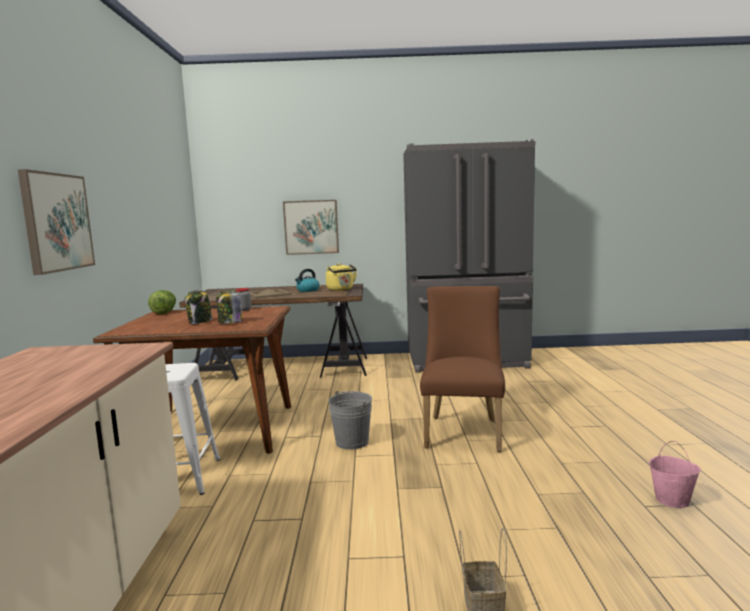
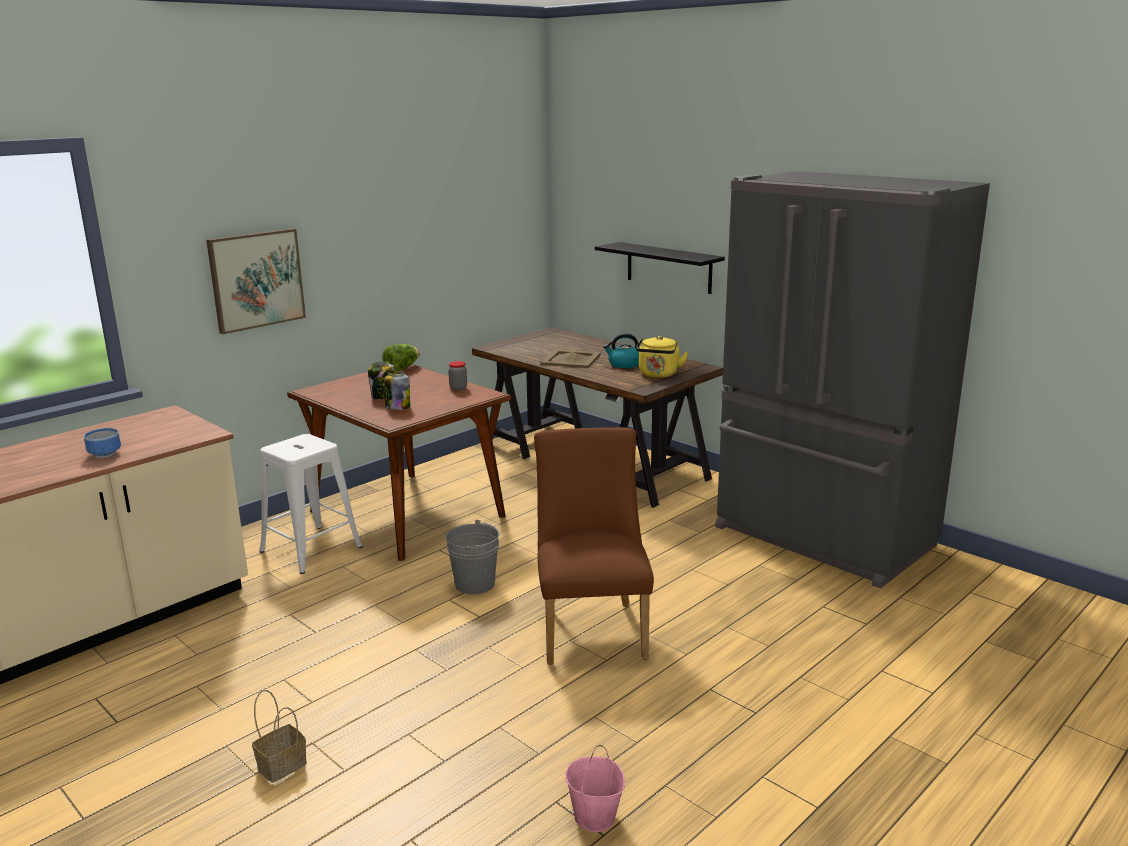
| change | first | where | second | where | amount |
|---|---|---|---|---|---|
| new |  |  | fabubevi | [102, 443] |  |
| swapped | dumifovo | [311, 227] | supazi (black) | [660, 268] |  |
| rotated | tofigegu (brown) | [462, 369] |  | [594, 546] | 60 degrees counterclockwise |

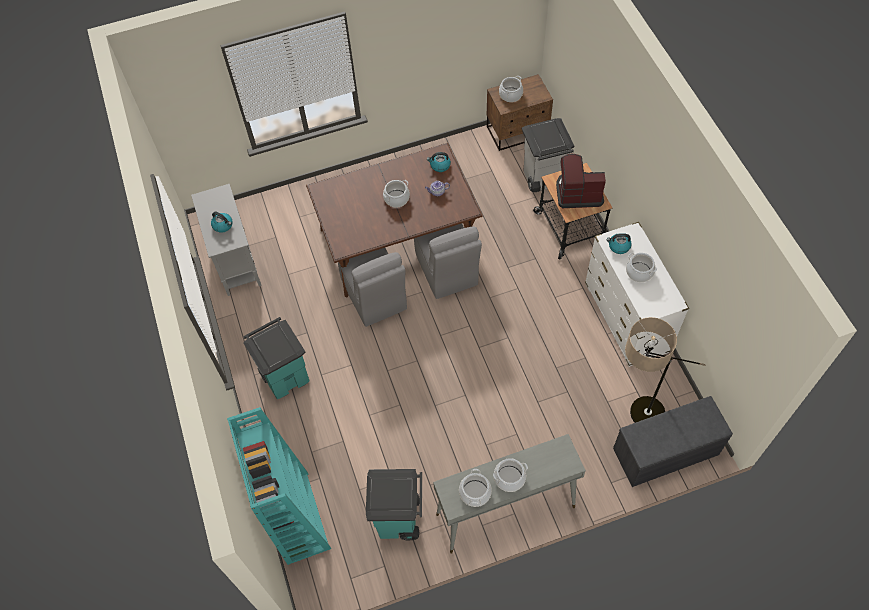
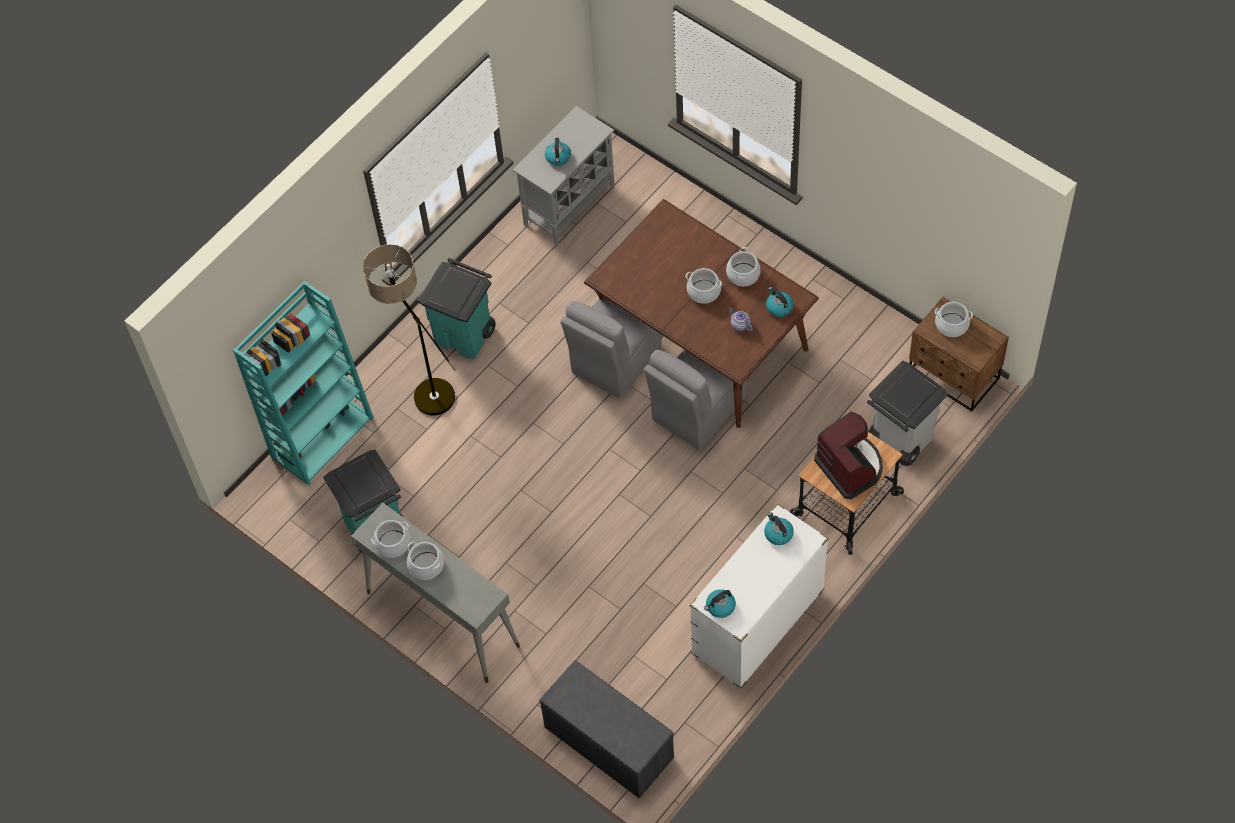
| change | first | where | second | where | amount |
|---|---|---|---|---|---|
| new |  |  | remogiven | [720, 603] |  |
| shifted | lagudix | [665, 370] |  | [409, 329] |  |
| shifted | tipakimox | [641, 267] |  | [743, 266] |  |

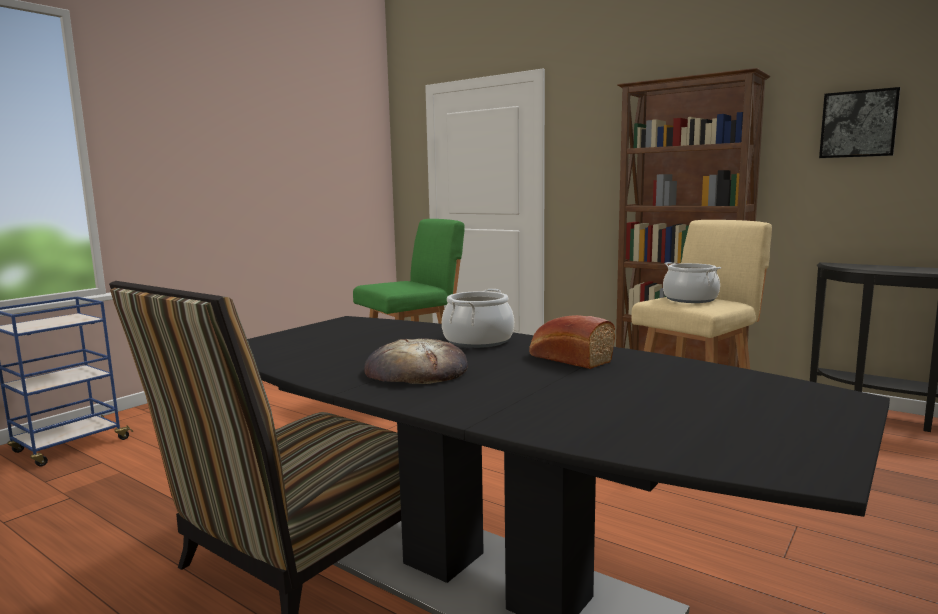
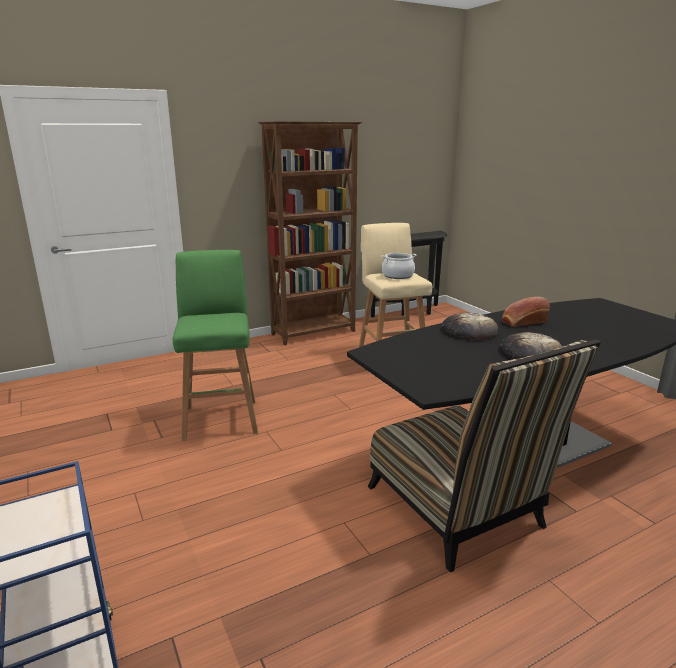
| change | first | where | second | where | amount |
|---|---|---|---|---|---|
| gone | dumifovo | [860, 122] |  |  |  |
| swapped | tipakimox | [478, 318] | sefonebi | [470, 326] |  |

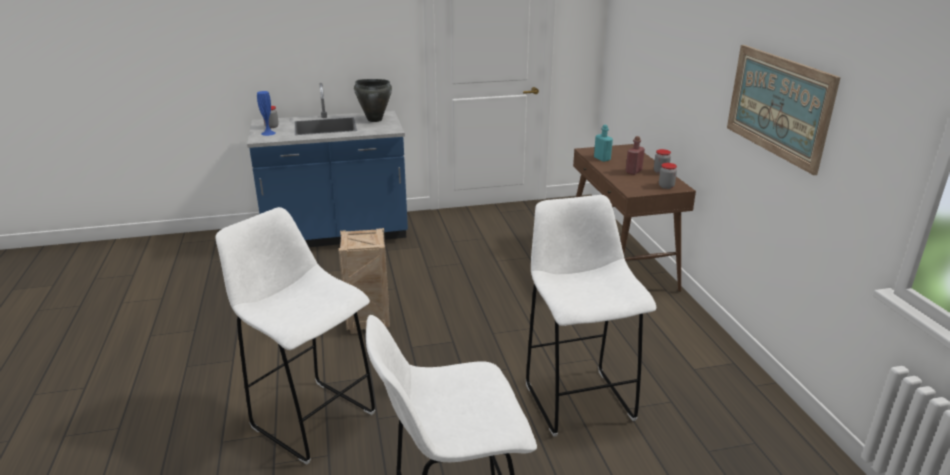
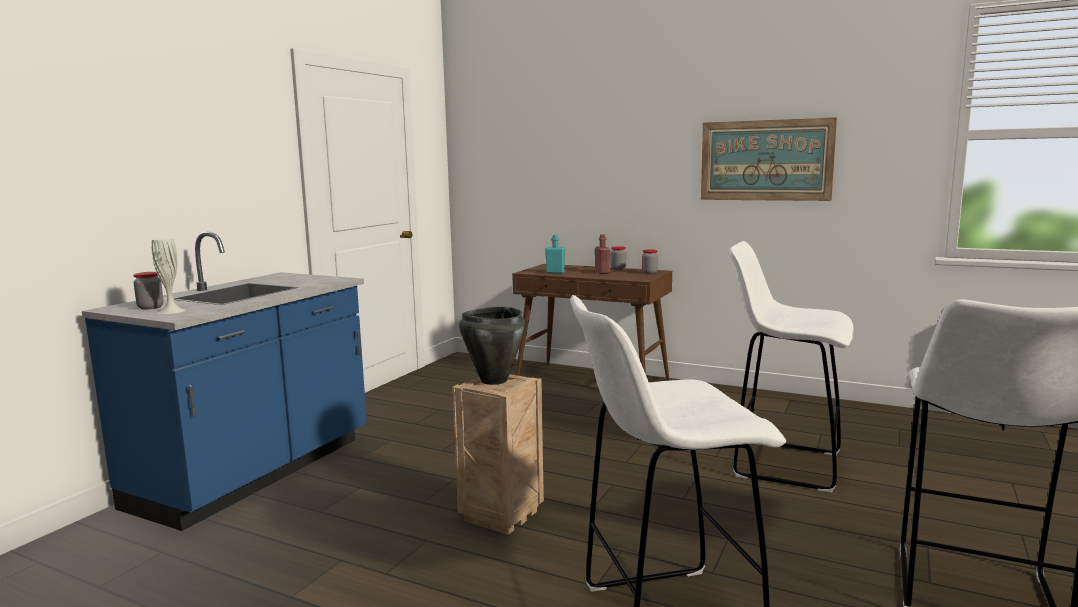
| change | first | where | second | where | amount |
|---|---|---|---|---|---|
| shifted | tipakimox (black) | [373, 100] |  | [492, 346] |  |
| repainted | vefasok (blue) | [266, 113] | vefasok (white) | [168, 276] |  |

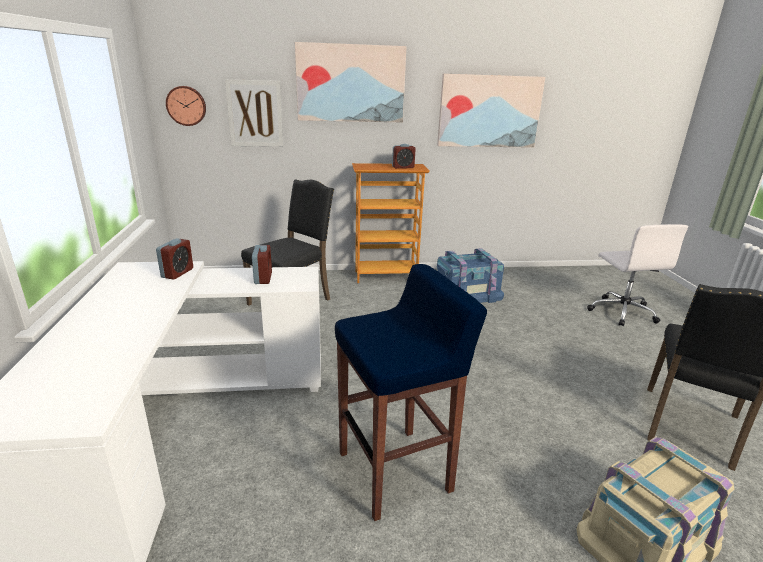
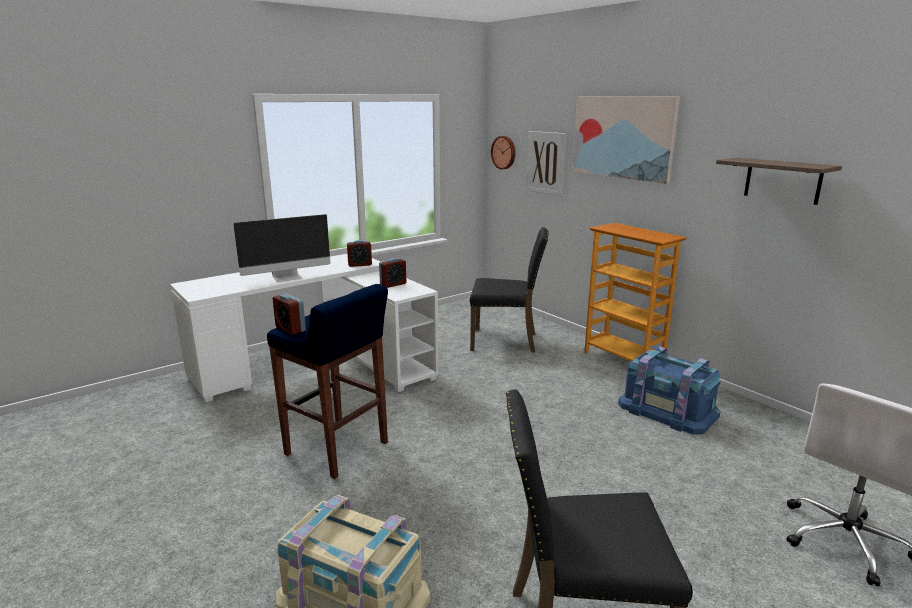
| change | first | where | second | where | amount |
|---|---|---|---|---|---|
| new |  |  | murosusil | [281, 248] |  |
| shifted | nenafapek | [404, 156] |  | [289, 314] |  |
| swapped | dumifovo | [491, 111] | supazi | [779, 181] |  |

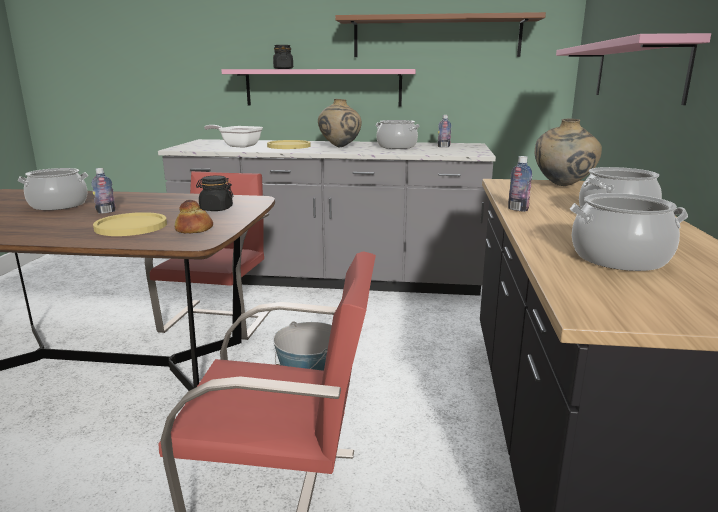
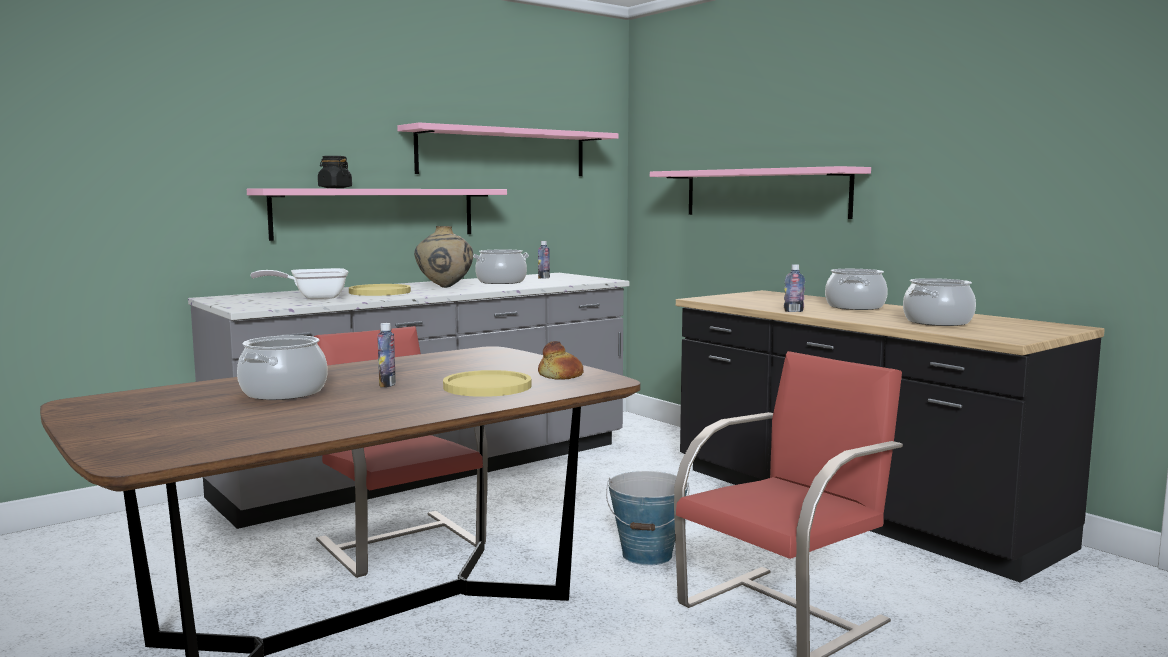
| change | first | where | second | where | amount |
|---|---|---|---|---|---|
| gone | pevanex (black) | [215, 193] |  |  |  |
| gone | vefasok (beige) | [568, 152] |  |  |  |
| repainted | supazi (brown) | [440, 34] | supazi (pink) | [508, 149] |  |

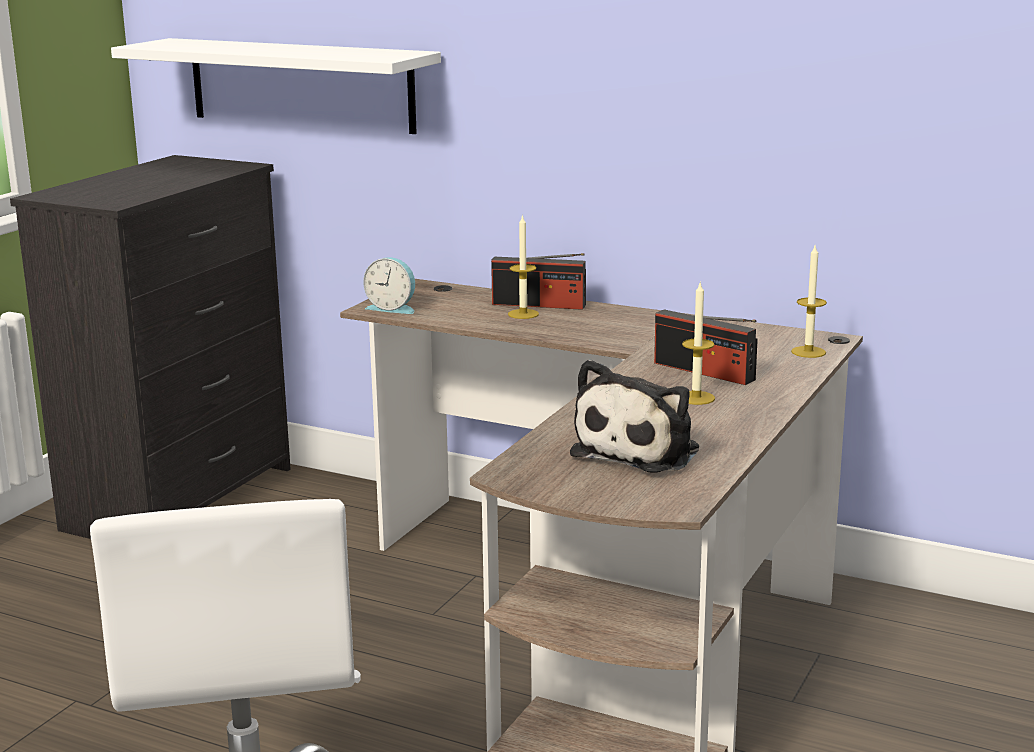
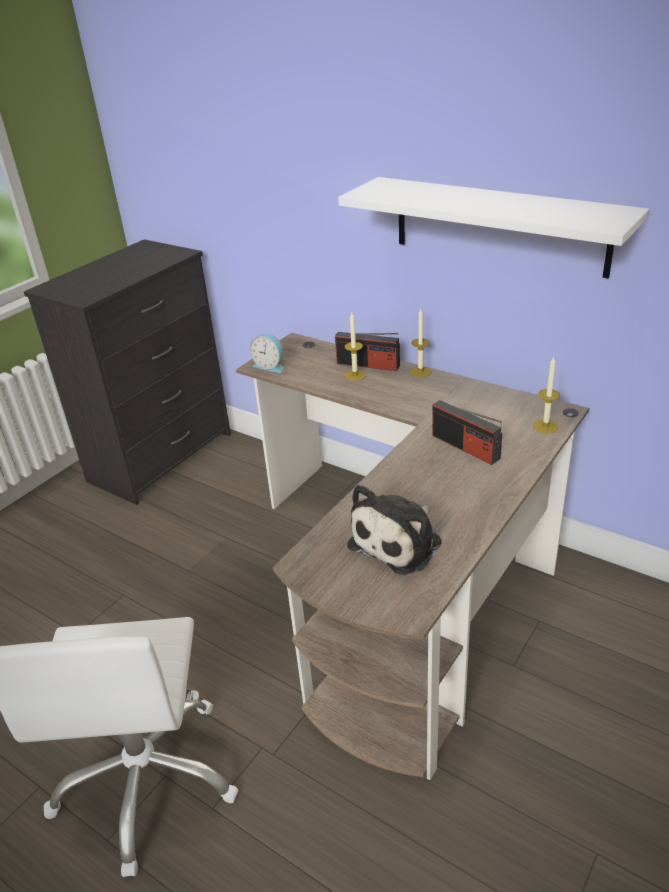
| change | first | where | second | where | amount |
|---|---|---|---|---|---|
| shifted | supazi (white) | [276, 86] |  | [494, 228] |  |
| shifted | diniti | [698, 344] |  | [420, 343] |  |

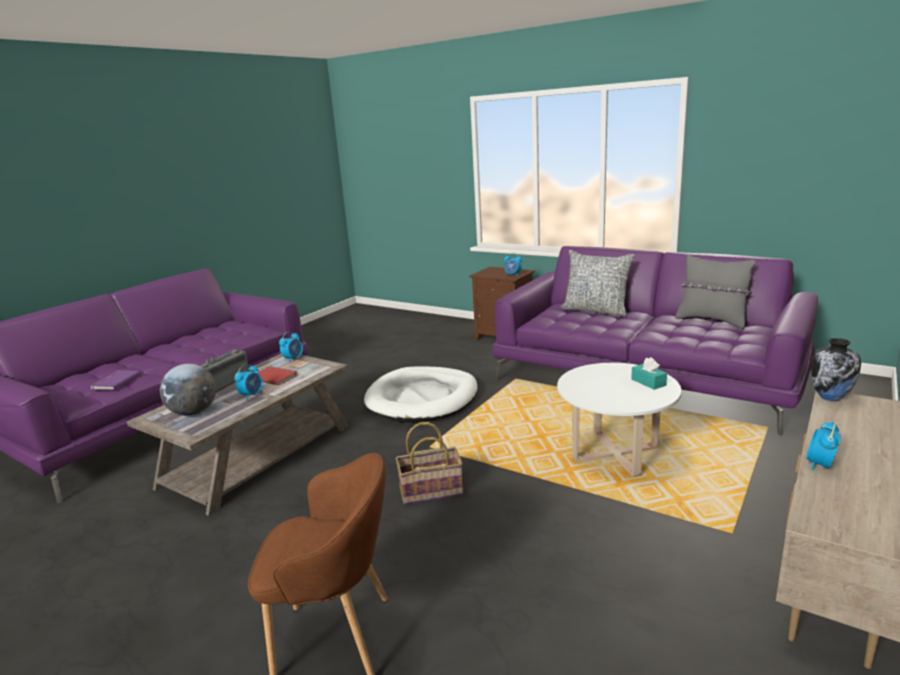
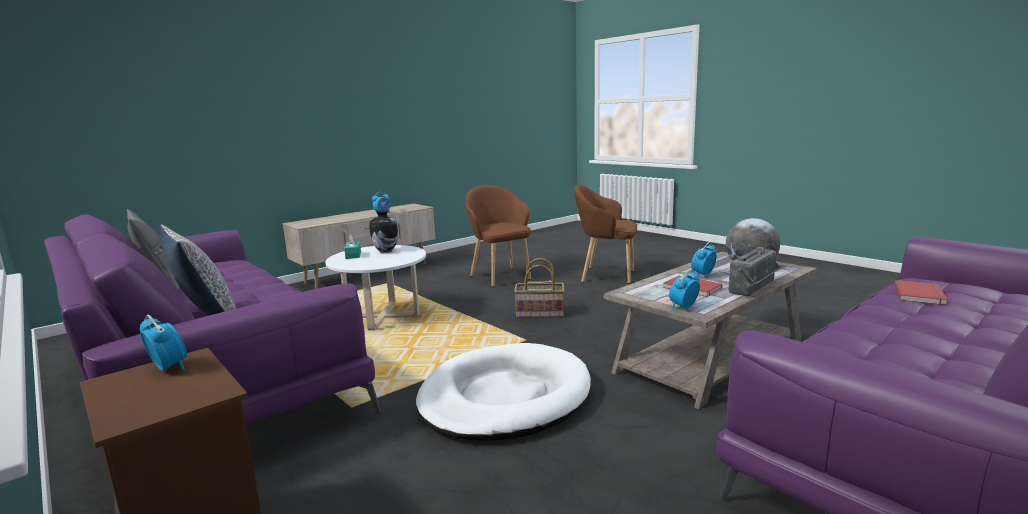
| change | first | where | second | where | amount |
|---|---|---|---|---|---|
| new |  |  | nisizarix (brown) | [498, 236] |  |
| shifted | vefasok | [836, 369] |  | [383, 231] |  |
| repainted | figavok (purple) | [115, 380] | figavok (red) | [921, 292] |  |

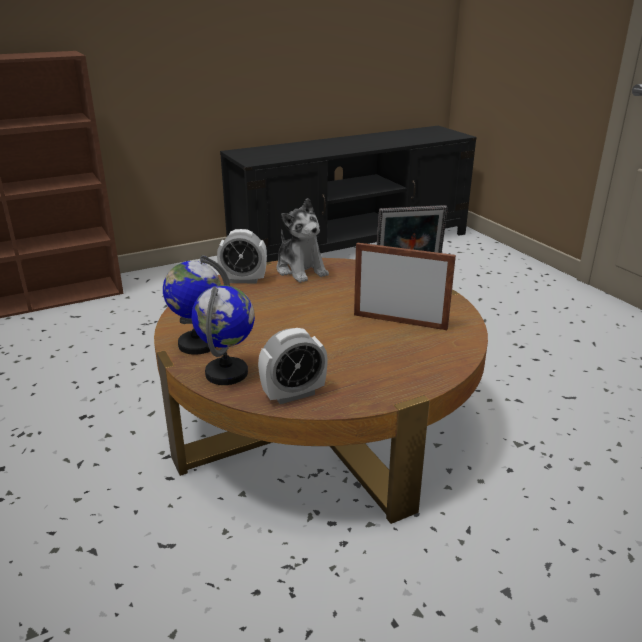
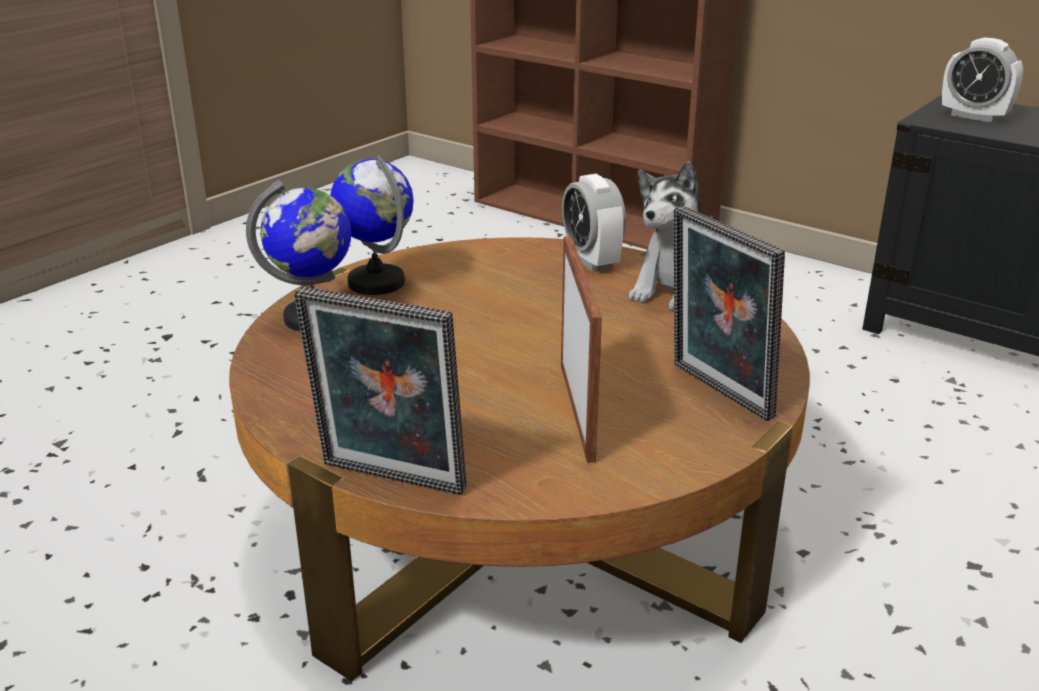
| change | first | where | second | where | amount |
|---|---|---|---|---|---|
| new |  |  | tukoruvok | [380, 391] |  |
| shifted | nenafapek | [293, 366] |  | [982, 80] |  |

